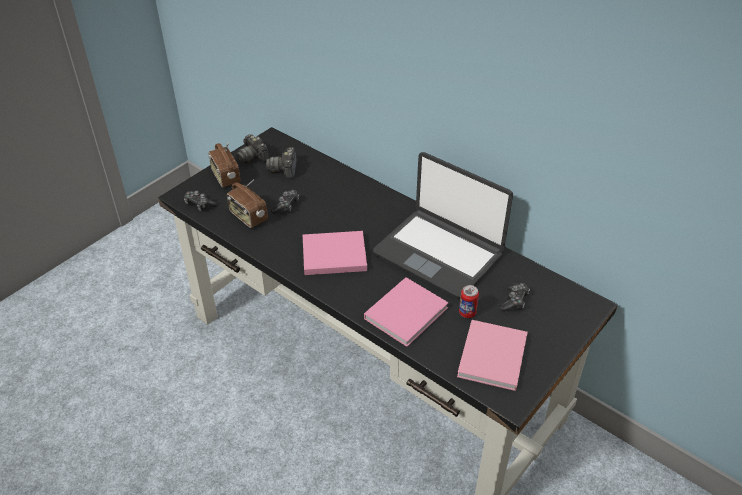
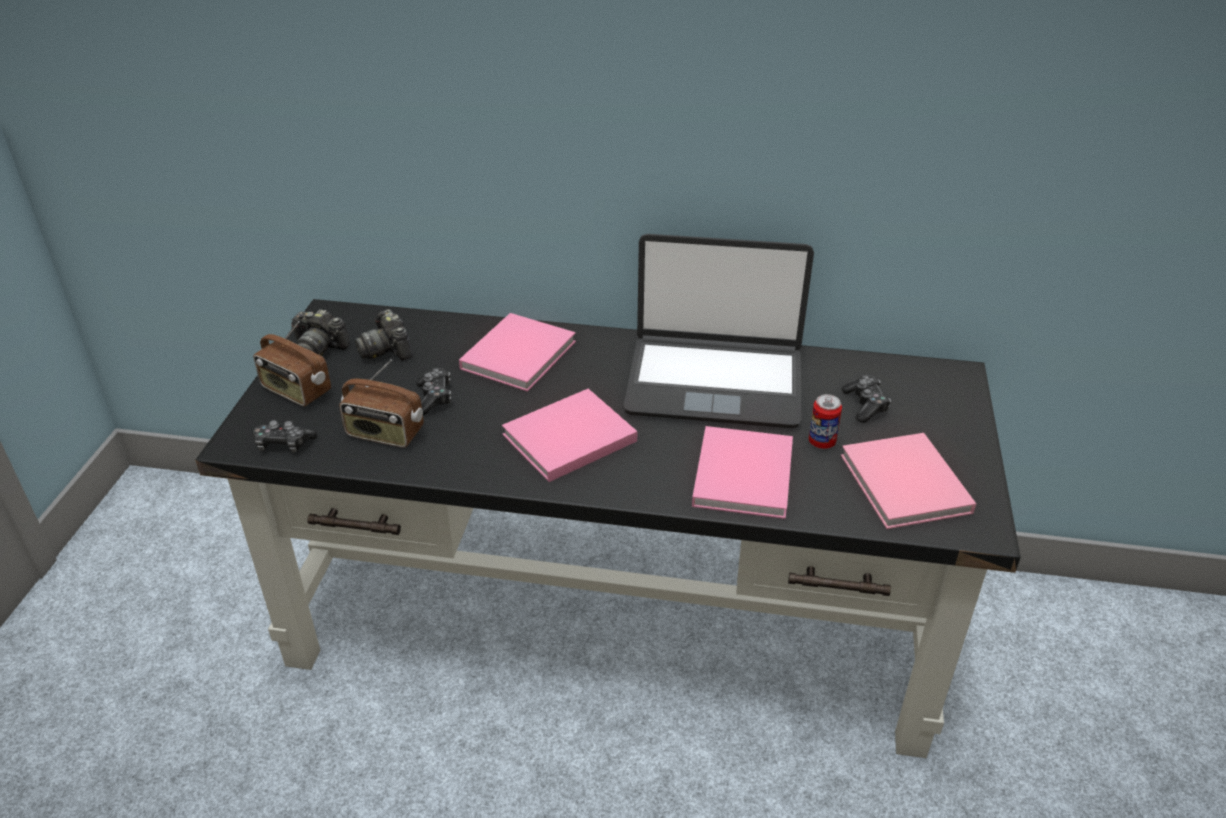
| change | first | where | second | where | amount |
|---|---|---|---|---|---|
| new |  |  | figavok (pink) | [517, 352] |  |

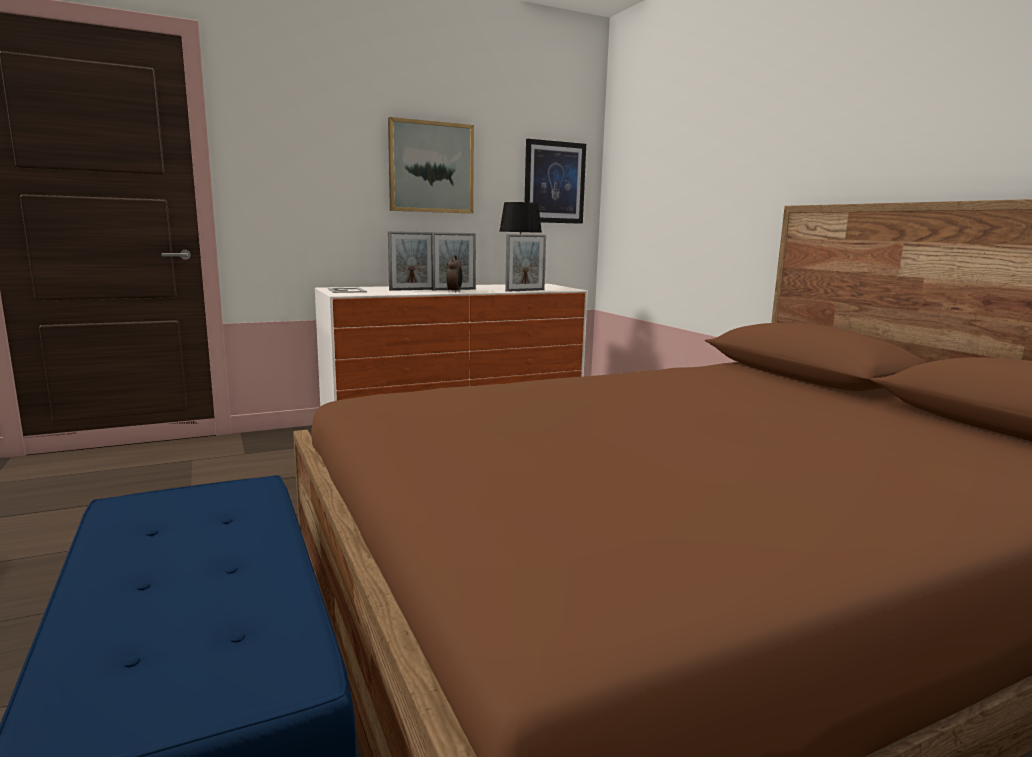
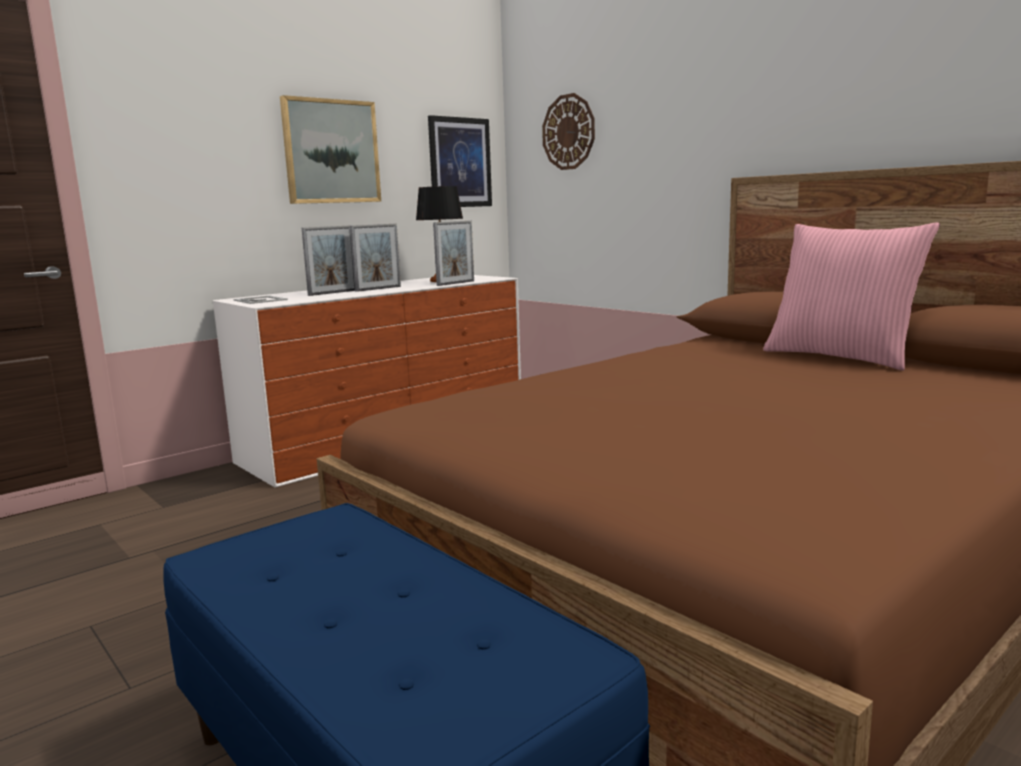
| change | first | where | second | where | amount |
|---|---|---|---|---|---|
| gone | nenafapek | [454, 273] |  |  |  |
| new |  |  | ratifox | [568, 131] |  |
| new |  |  | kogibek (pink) | [851, 297] |  |

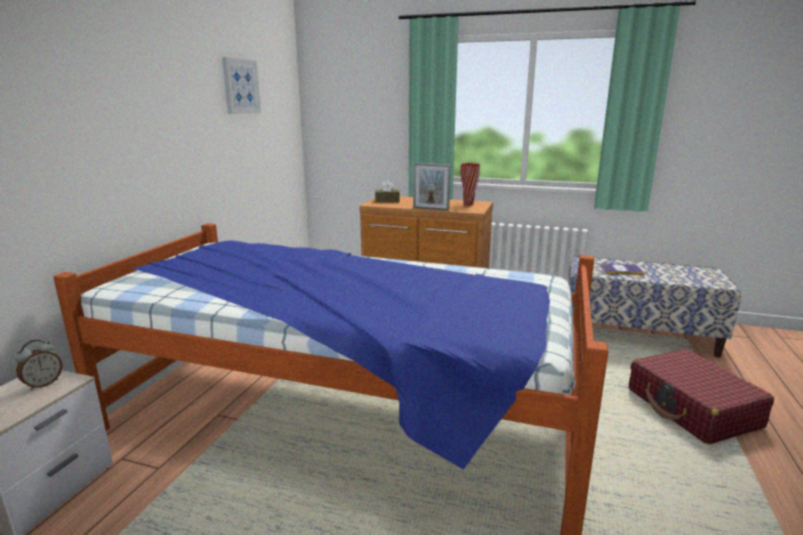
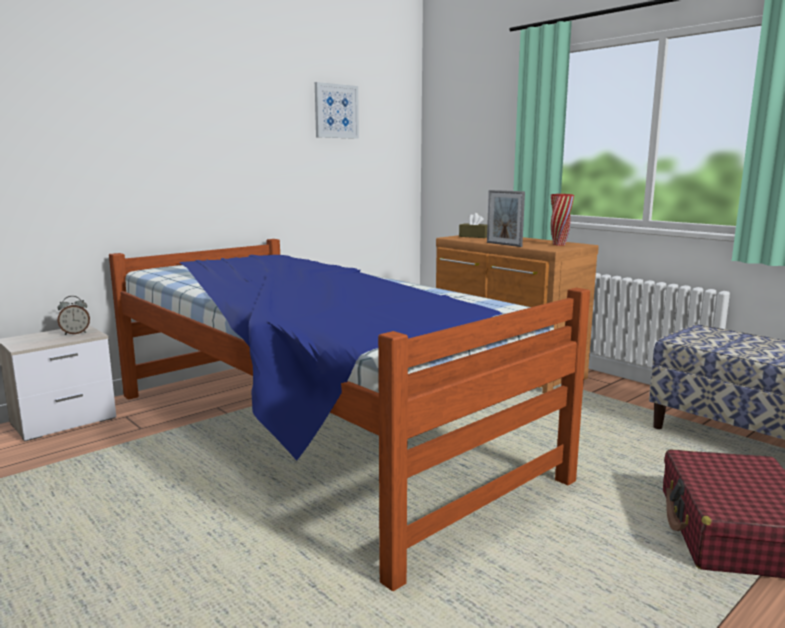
| change | first | where | second | where | amount |
|---|---|---|---|---|---|
| gone | figavok | [622, 269] |  |  |  |

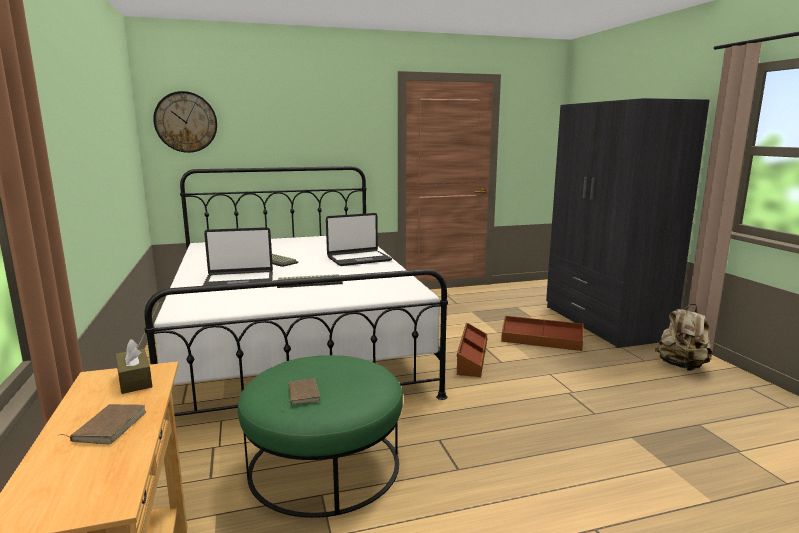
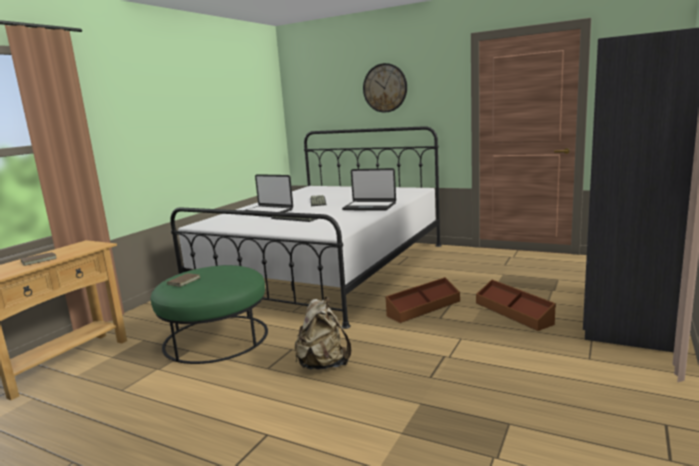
| change | first | where | second | where | amount |
|---|---|---|---|---|---|
| gone | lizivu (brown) | [133, 366] |  |  |  |
| shifted | ratifox | [185, 122] |  | [385, 87] |  |
| shifted | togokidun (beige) | [683, 337] |  | [323, 333] |  |

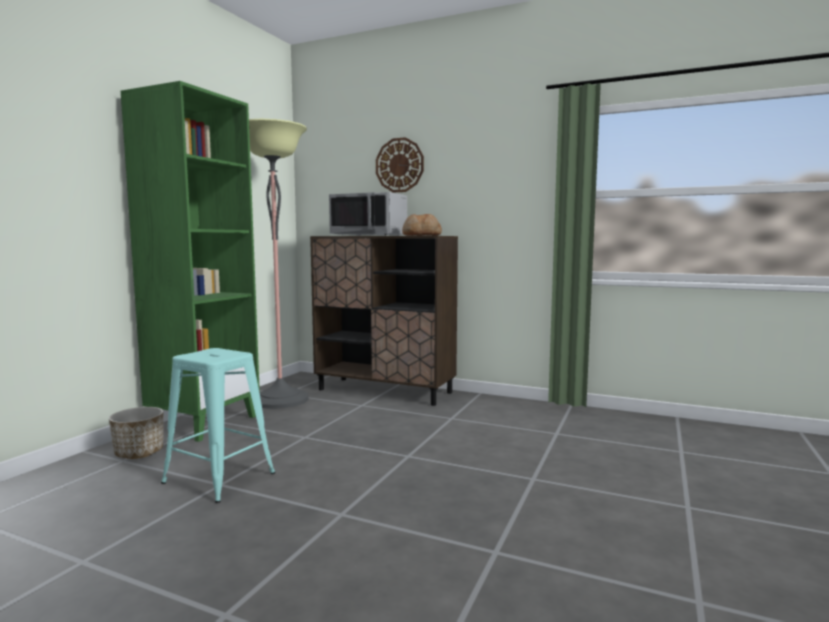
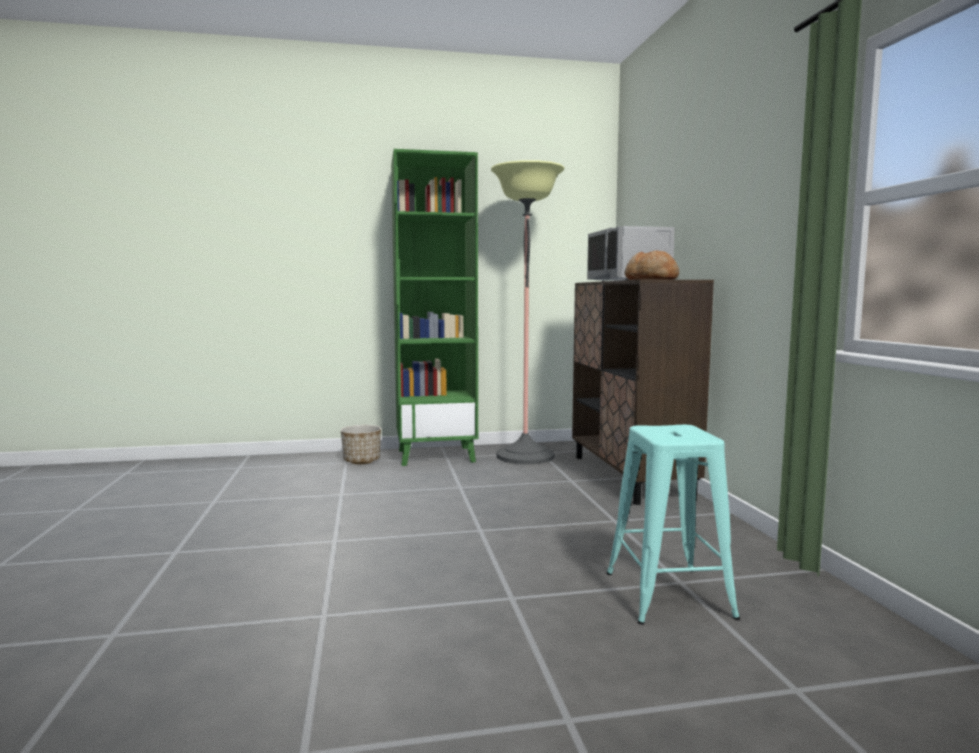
| change | first | where | second | where | amount |
|---|---|---|---|---|---|
| gone | ratifox | [400, 165] |  |  |  |
| shifted | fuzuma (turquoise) | [218, 425] |  | [673, 525] |  |

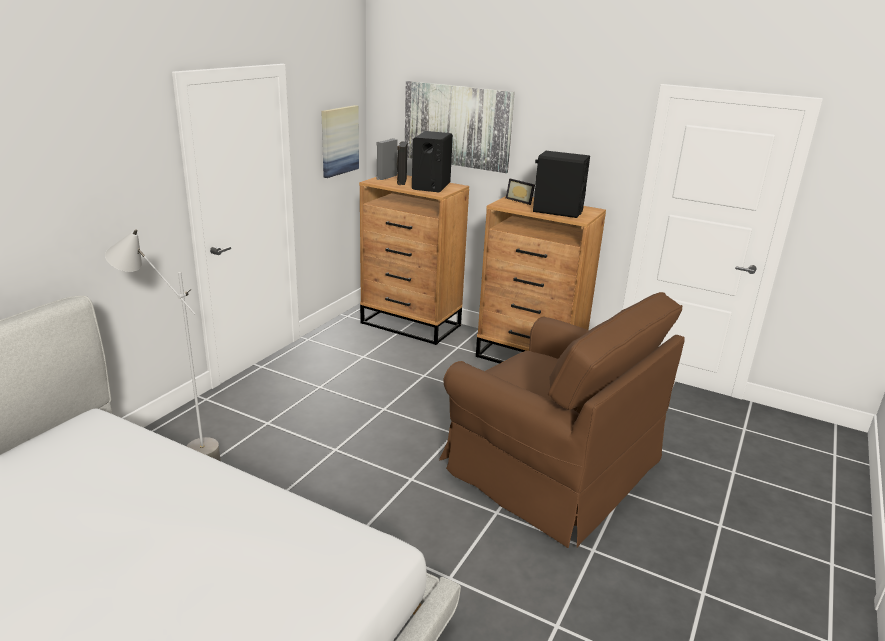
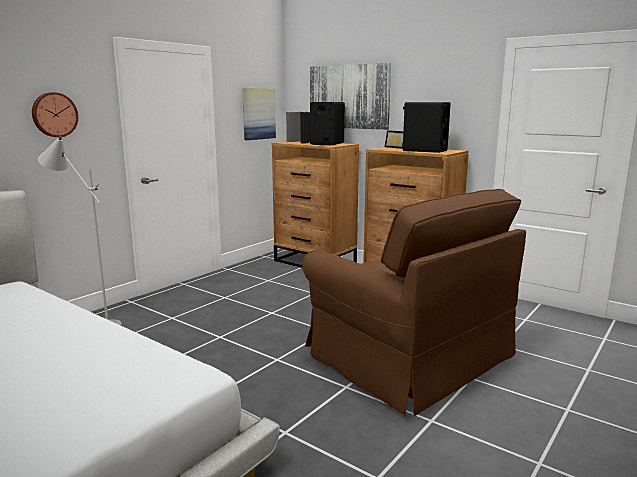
| change | first | where | second | where | amount |
|---|---|---|---|---|---|
| new |  |  | ratifox | [55, 114] |  |

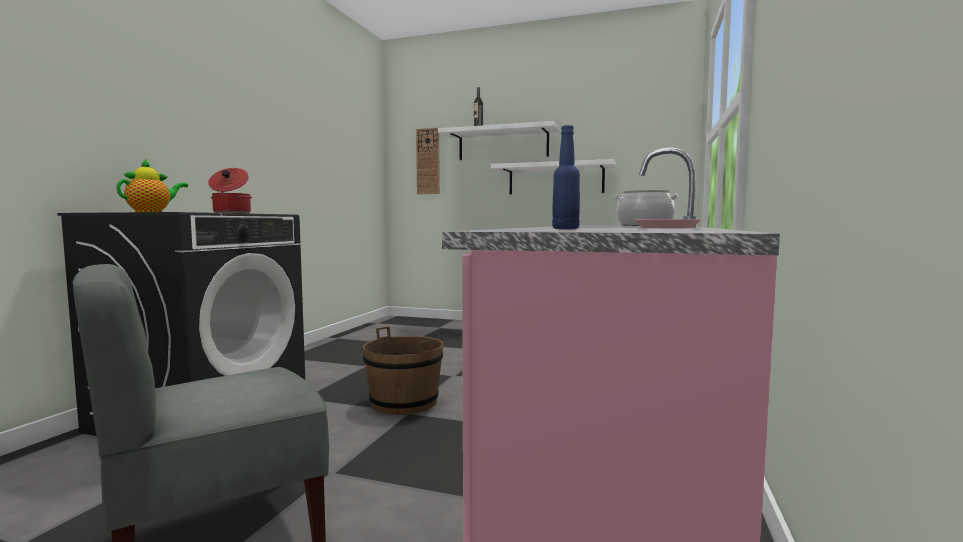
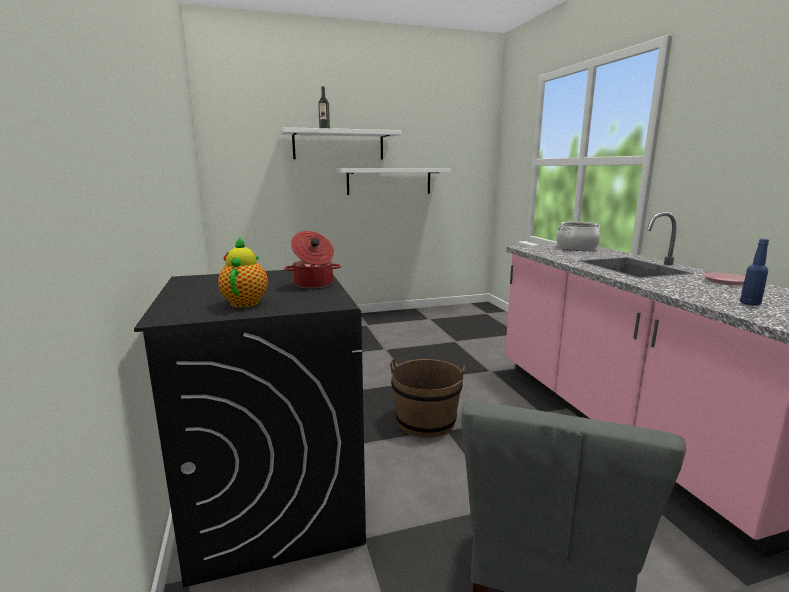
| change | first | where | second | where | amount |
|---|---|---|---|---|---|
| gone | ratifox | [428, 161] |  |  |  |

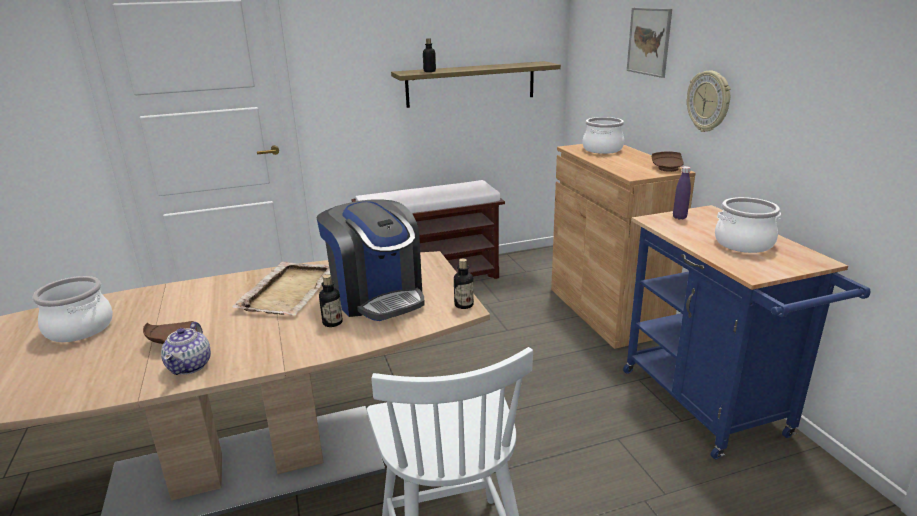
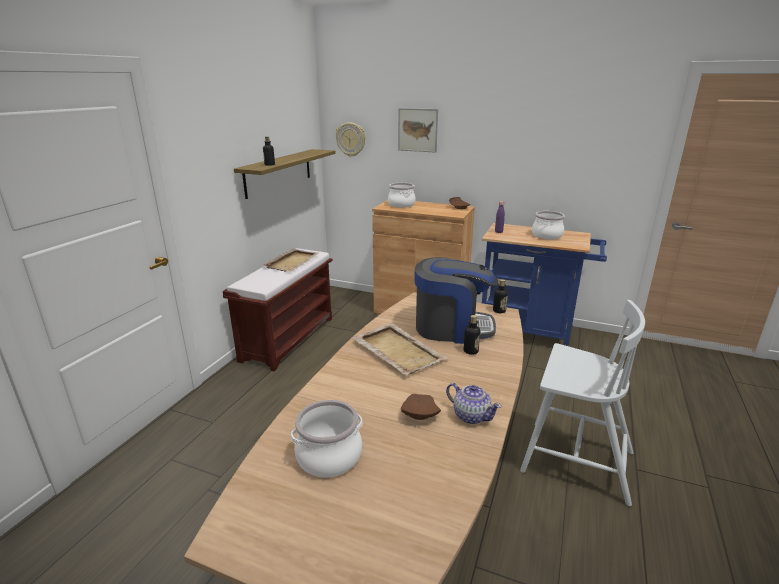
| change | first | where | second | where | amount |
|---|---|---|---|---|---|
| new |  |  | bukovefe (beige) | [290, 260] |  |
| shifted | ratifox | [709, 101] |  | [351, 139] |  |

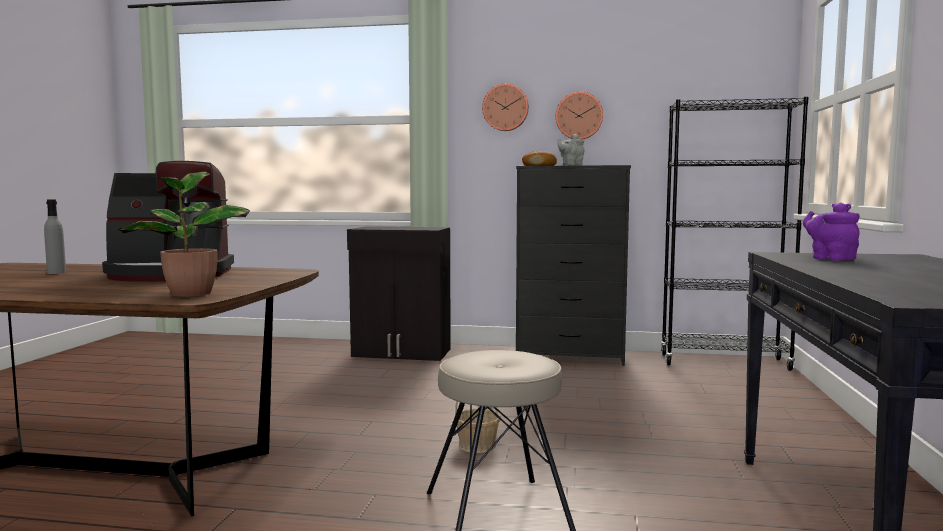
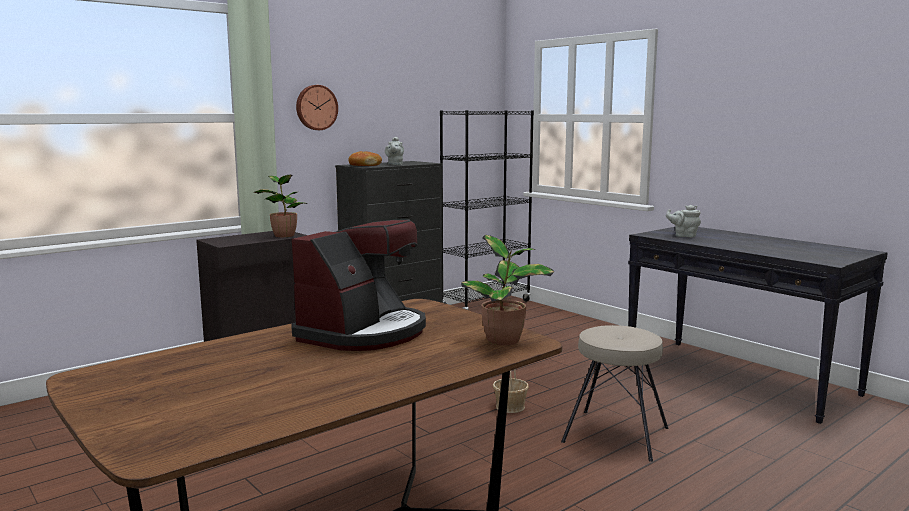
| change | first | where | second | where | amount |
|---|---|---|---|---|---|
| gone | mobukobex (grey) | [55, 236] |  |  |  |
| gone | ratifox | [579, 116] |  |  |  |
| new |  |  | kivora | [280, 206] |  |
| repainted | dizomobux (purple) | [831, 231] | dizomobux (grey) | [683, 221] |  |

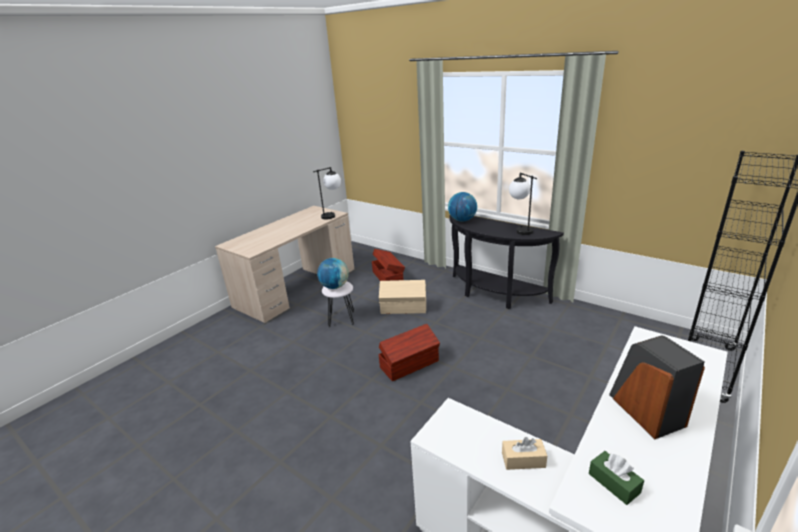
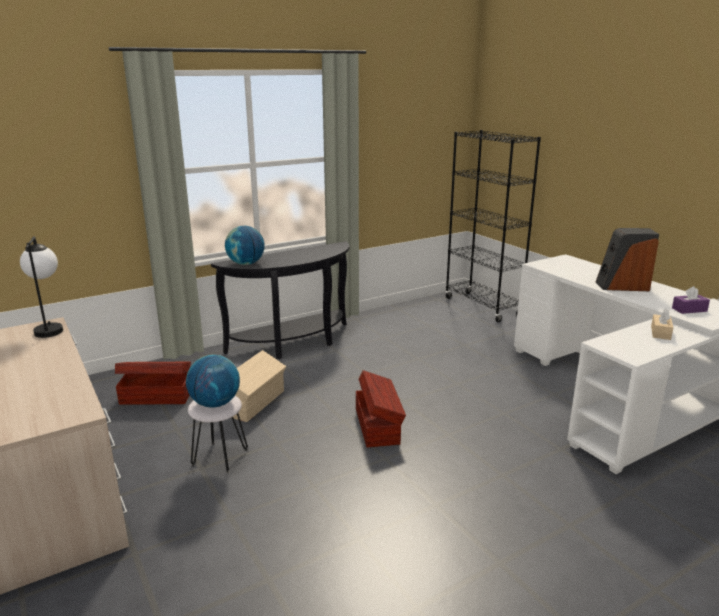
| change | first | where | second | where | amount |
|---|---|---|---|---|---|
| gone | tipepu | [523, 204] |  |  |  |
| repainted | lizivu (green) | [616, 478] | lizivu (purple) | [691, 300] |  |

